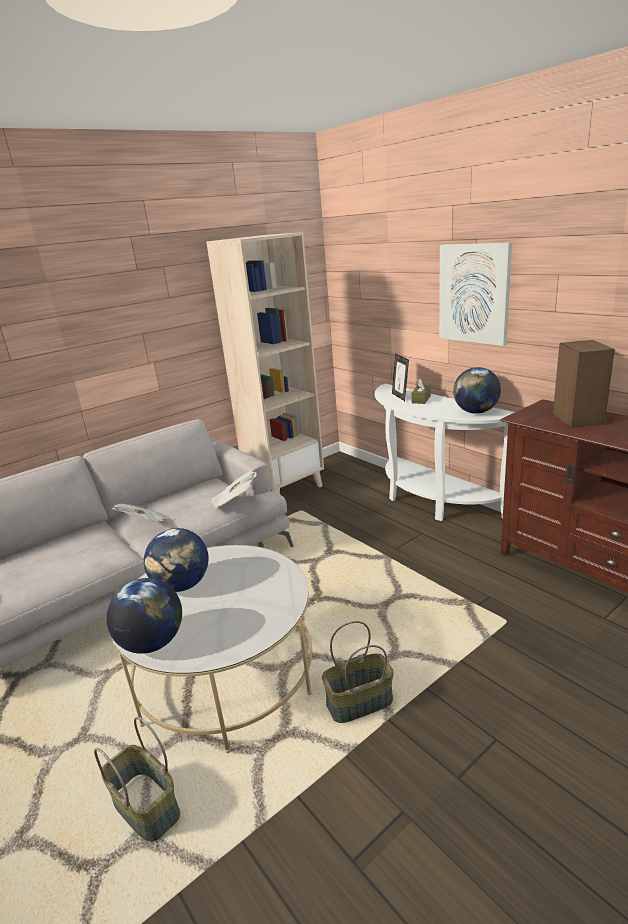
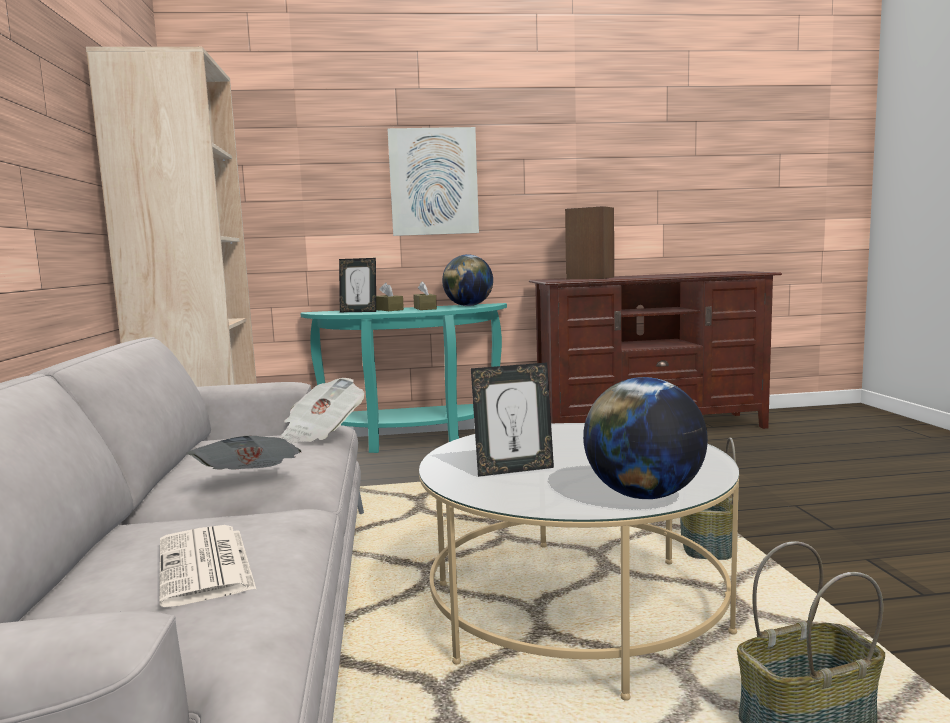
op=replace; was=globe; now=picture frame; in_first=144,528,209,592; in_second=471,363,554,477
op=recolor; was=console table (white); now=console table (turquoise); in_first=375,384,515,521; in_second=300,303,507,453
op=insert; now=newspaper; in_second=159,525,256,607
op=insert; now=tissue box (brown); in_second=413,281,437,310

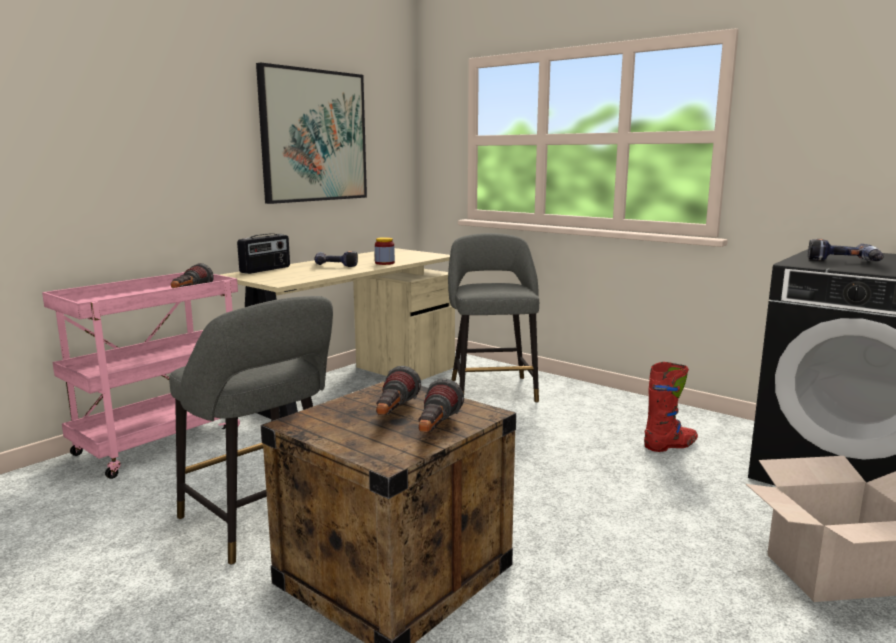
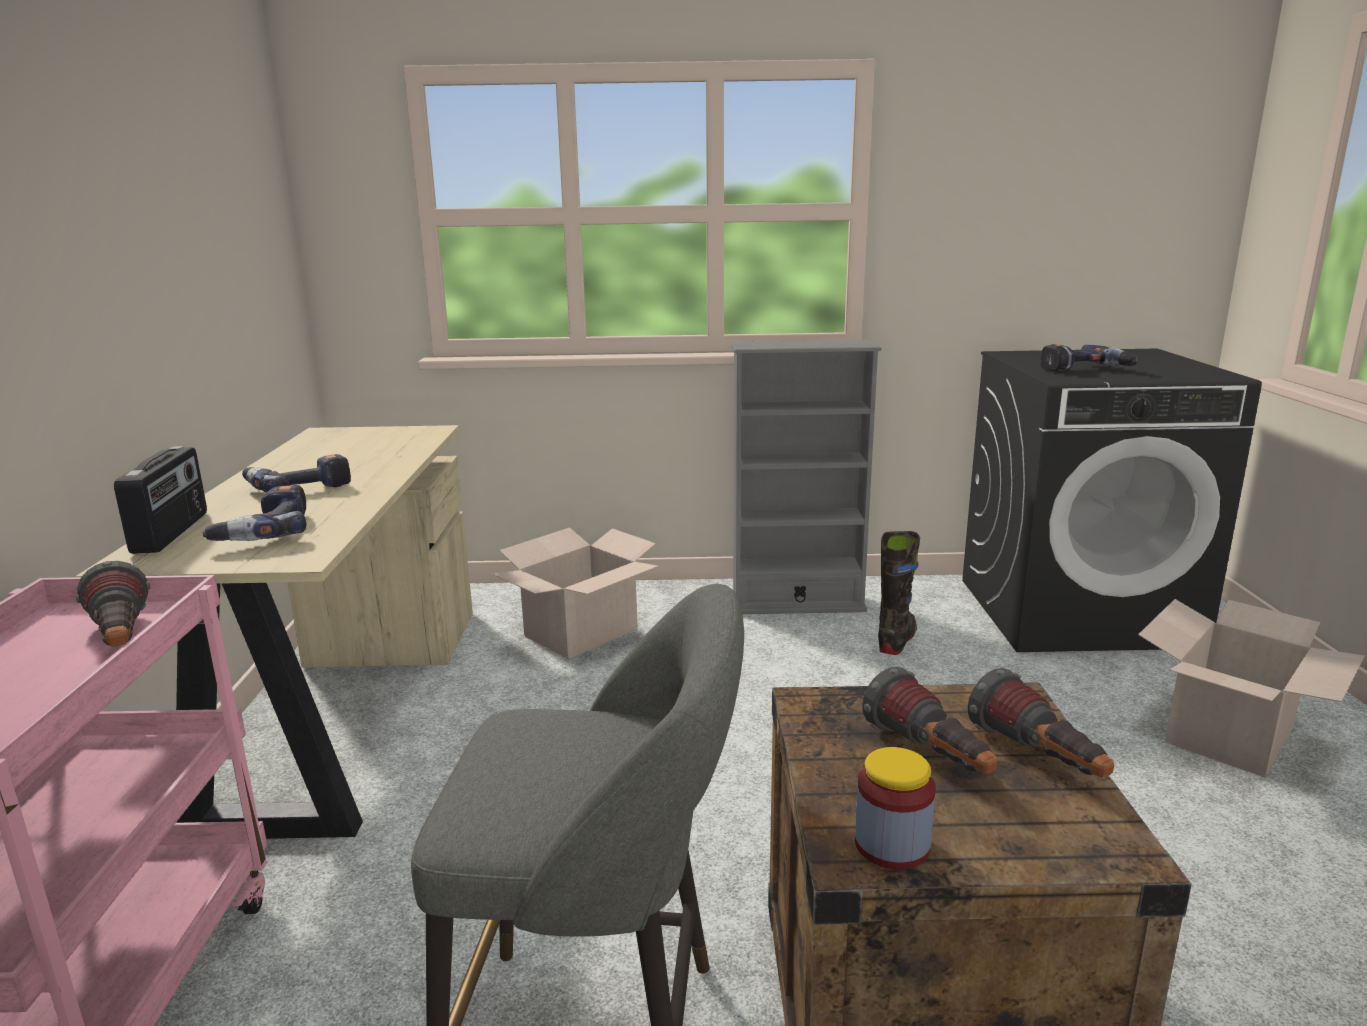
op=delete; was=picture; in_first=256,63,367,204
op=move; was=jar; in_first=375,237,395,265; in_second=855,747,936,869
op=replace; was=stool (grey); now=cardboard box; in_first=448,233,539,403; in_second=492,528,659,659
op=recolor; was=boot (red); now=boot (black); in_first=644,362,698,452; in_second=878,531,920,655
op=insert; now=power drill; in_second=202,485,307,541
op=insert; now=bookcase (grey); in_second=731,340,881,614

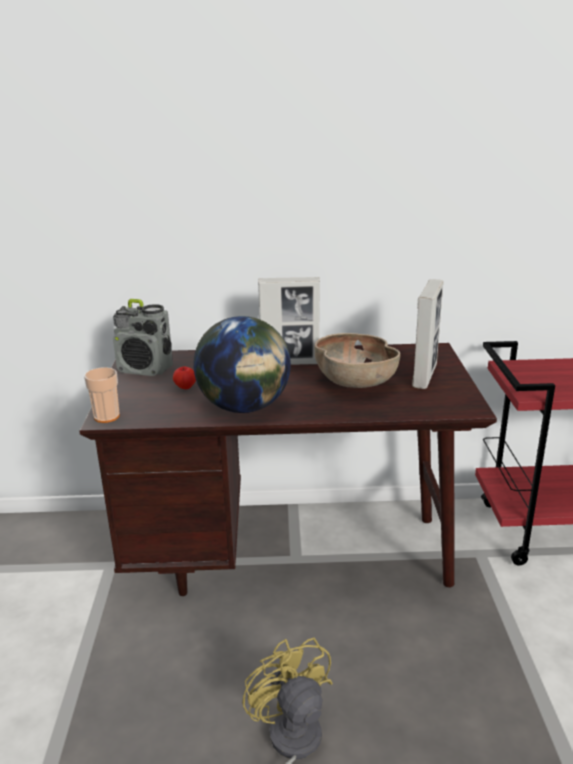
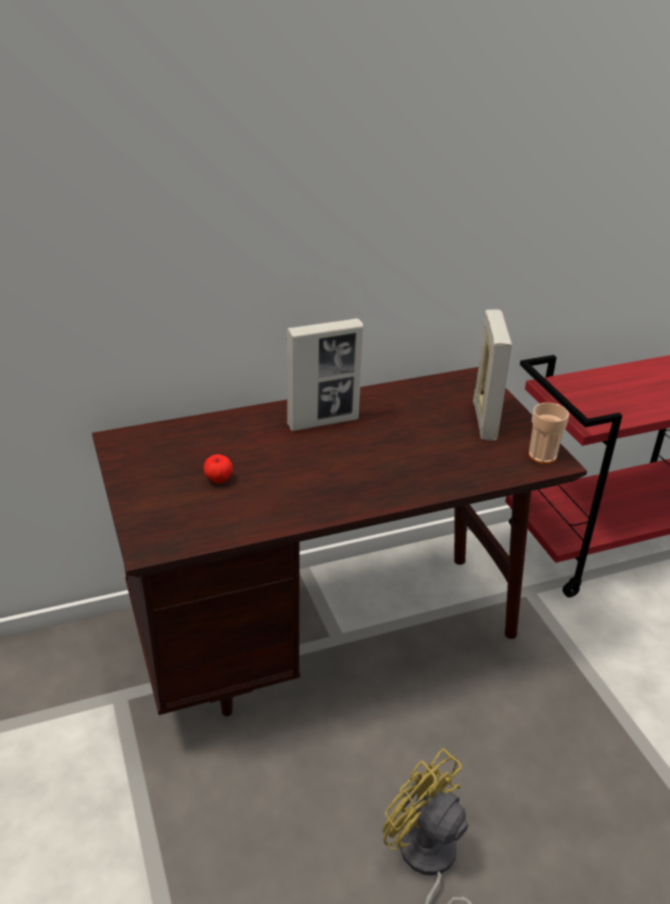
op=move; was=cup; in_first=84,367,120,423; in_second=529,403,569,464
op=delete; was=radio; in_first=113,299,173,376
op=delete; was=globe; in_first=193,316,291,413
op=delete; was=bowl (brown); in_first=314,333,400,388

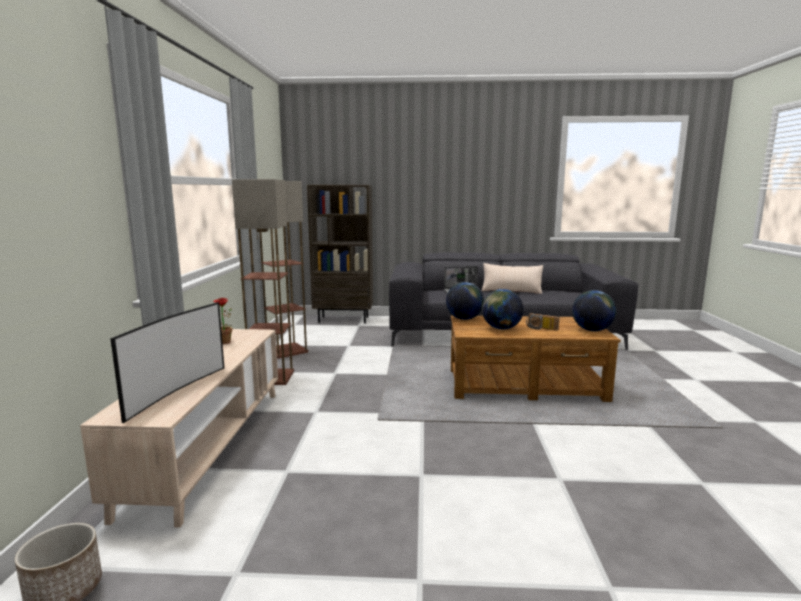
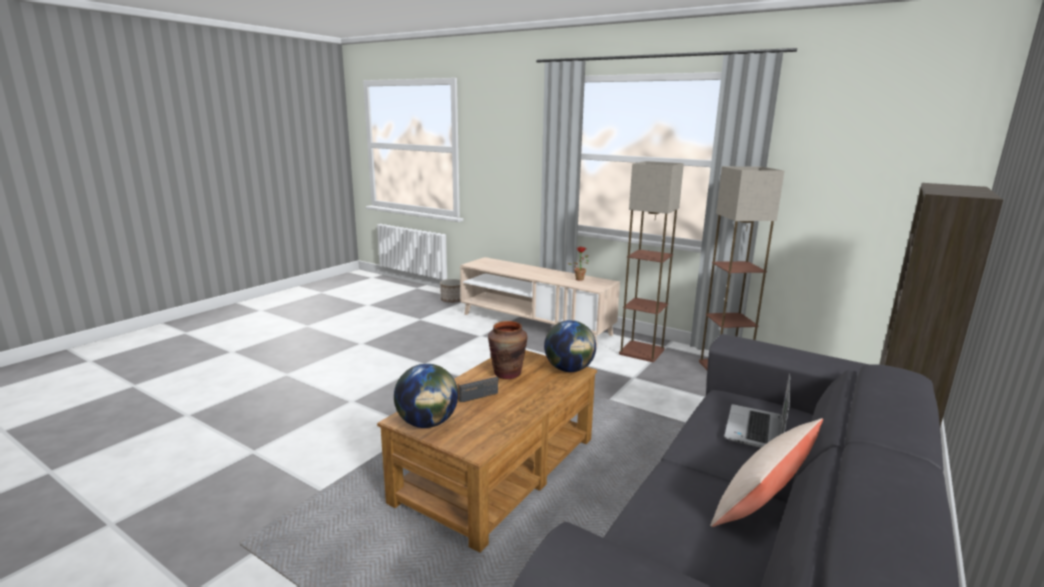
op=delete; was=television; in_first=110,302,224,423
op=replace; was=globe; now=vase (brown); in_first=482,289,524,330; in_second=488,321,527,379

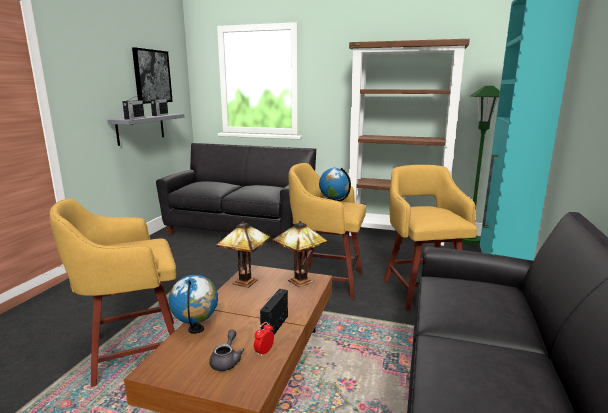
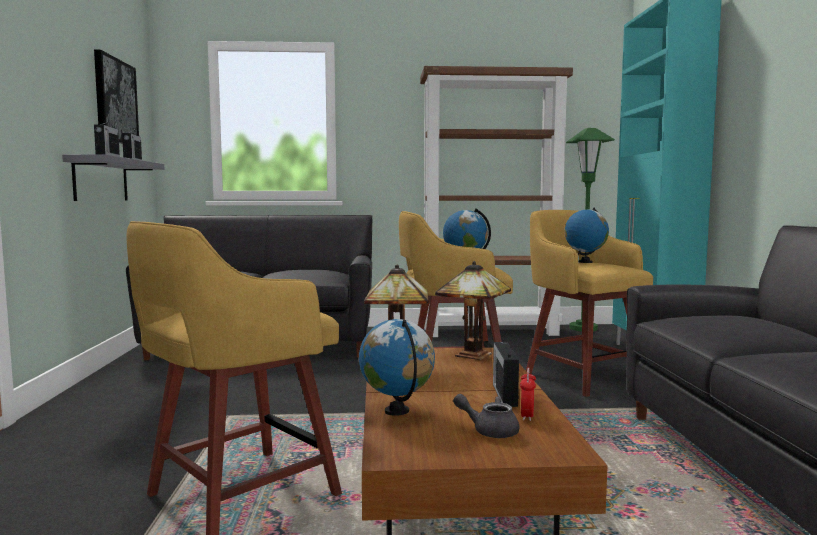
op=rotate; was=teapot (grey); in_first=209,330,245,371; in_second=453,394,520,438; clockwise=-60
op=insert; now=globe; in_second=565,208,609,263

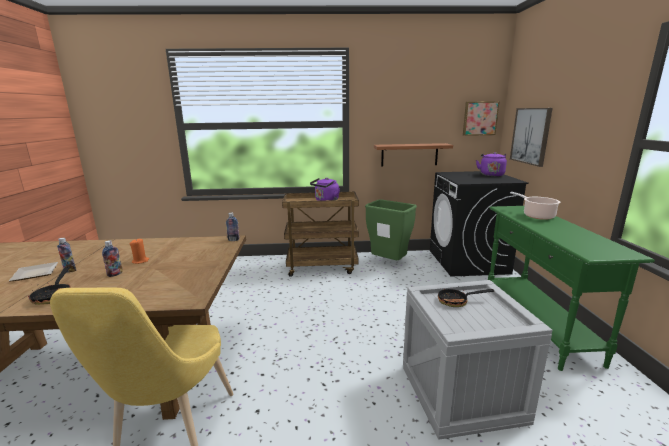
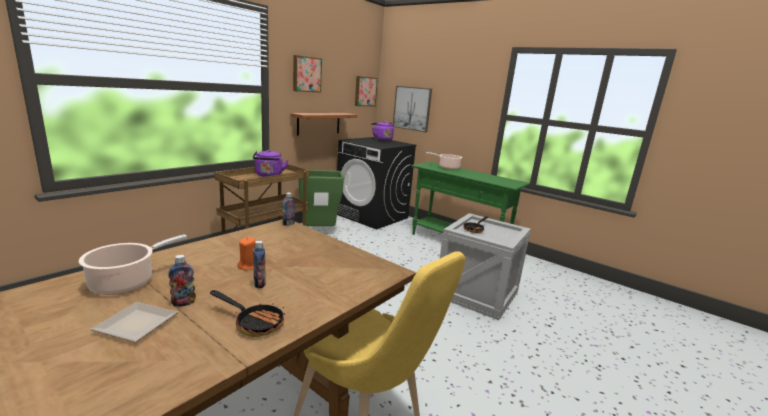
op=insert; now=cooking pot; in_second=79,234,187,295
op=insert; now=picture; in_second=293,55,322,93

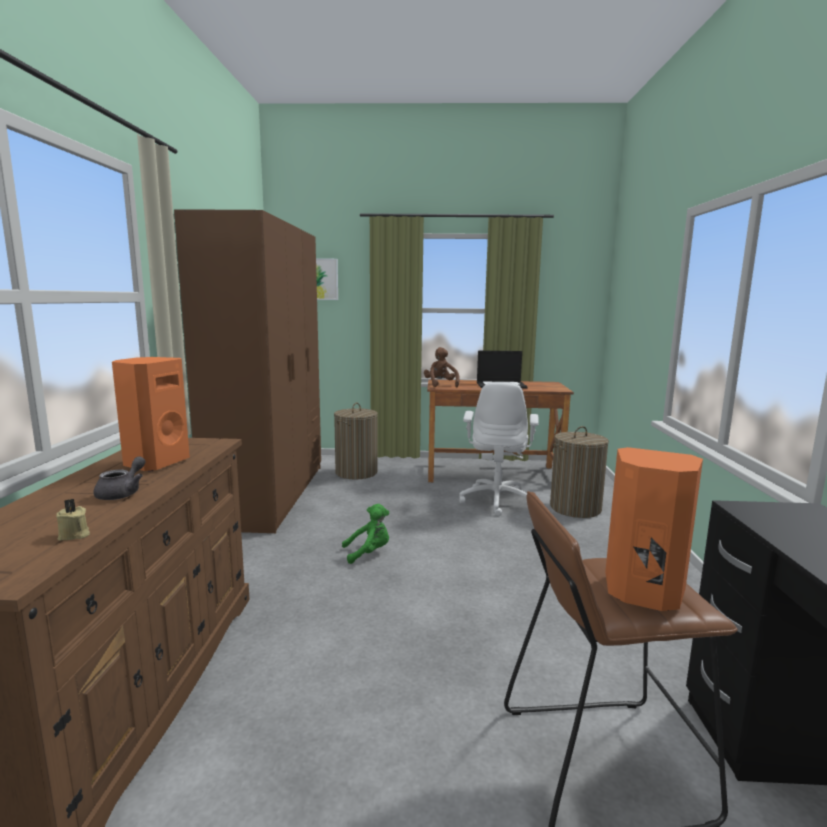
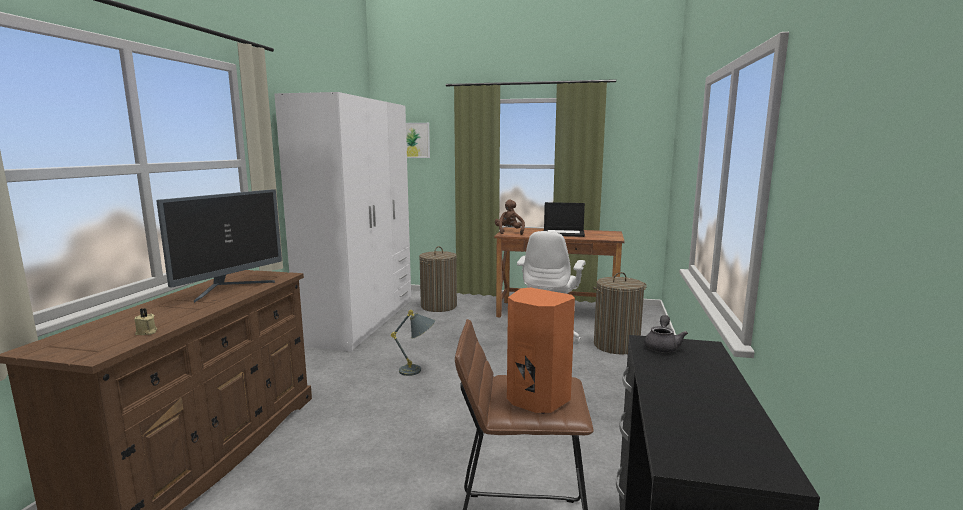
op=move; was=teapot (grey); in_first=94,456,146,500; in_second=644,315,688,353
op=replace; was=speaker (orange); now=monitor; in_first=112,357,190,472; in_second=156,189,282,303
op=recolor; was=wardrobe (brown); now=wardrobe (white); in_first=174,209,321,533; in_second=274,92,411,351
op=replace; was=plush toy (green); now=table lamp (grey); in_first=342,504,389,564; in_second=391,310,435,376

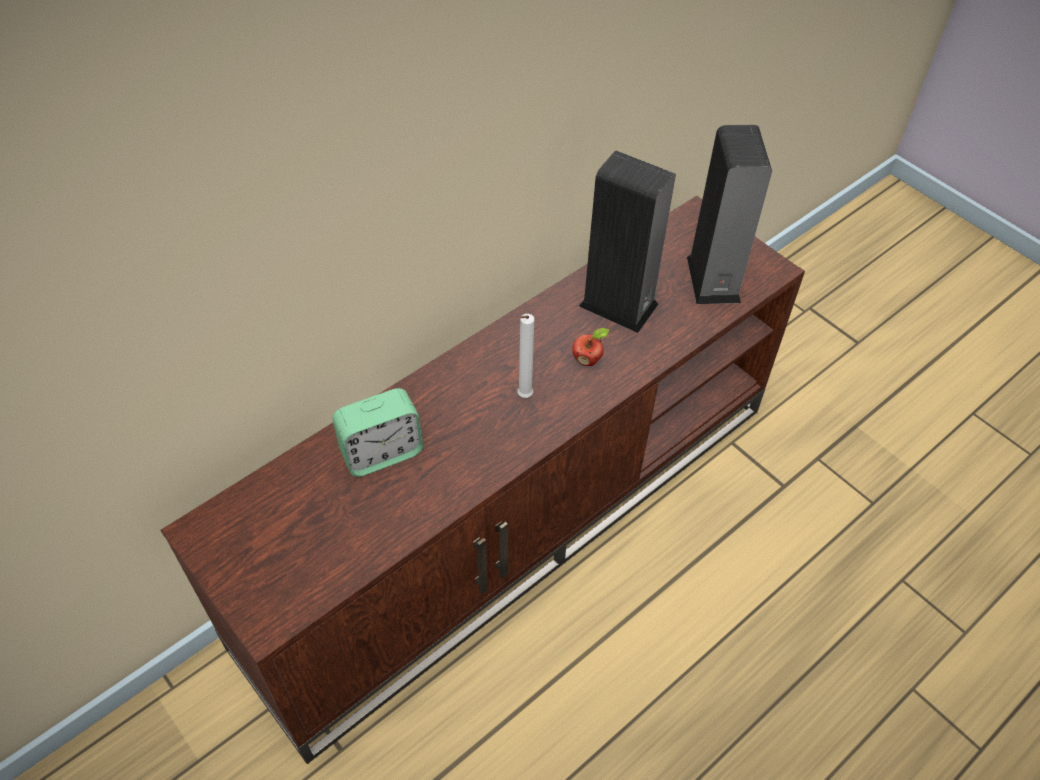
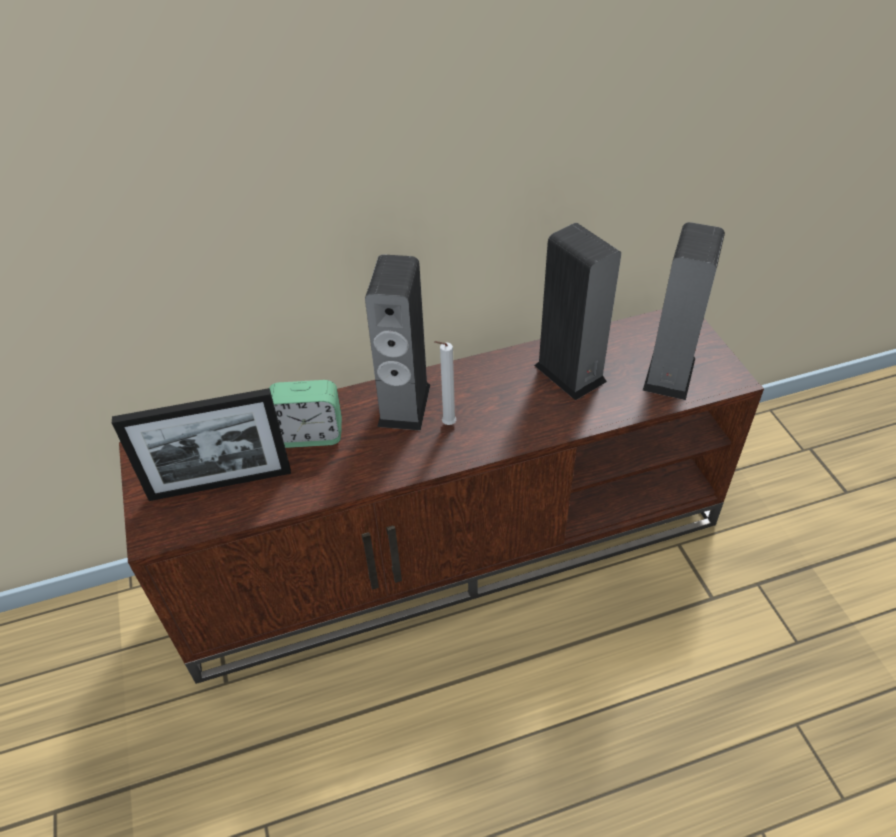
op=delete; was=apple; in_first=572,328,609,366
op=insert; now=picture frame; in_second=112,388,291,501
op=insert; now=speaker; in_second=365,255,430,431

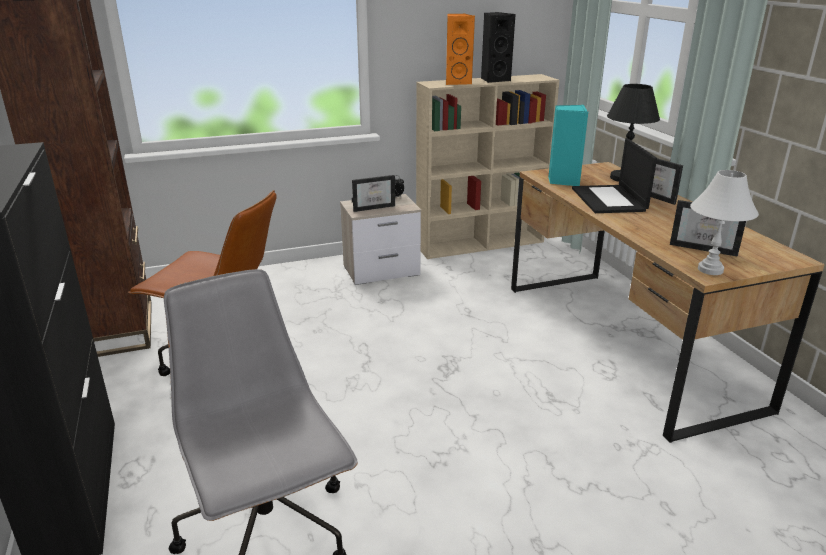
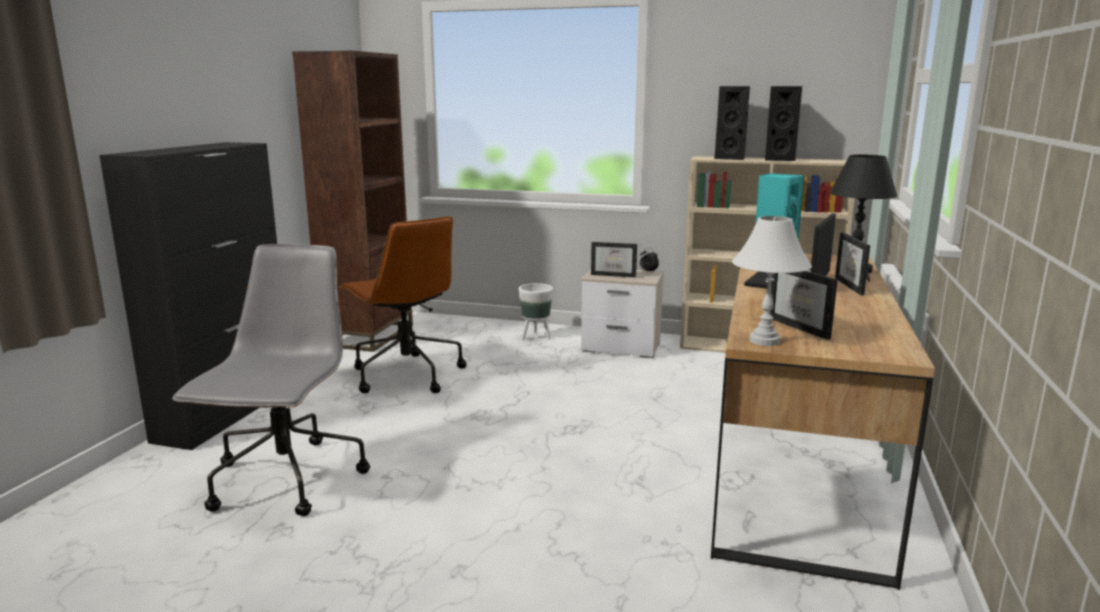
op=recolor; was=speaker (orange); now=speaker (black); in_first=446,14,475,85; in_second=714,86,750,160
op=insert; now=planter (white); in_second=519,283,553,340

